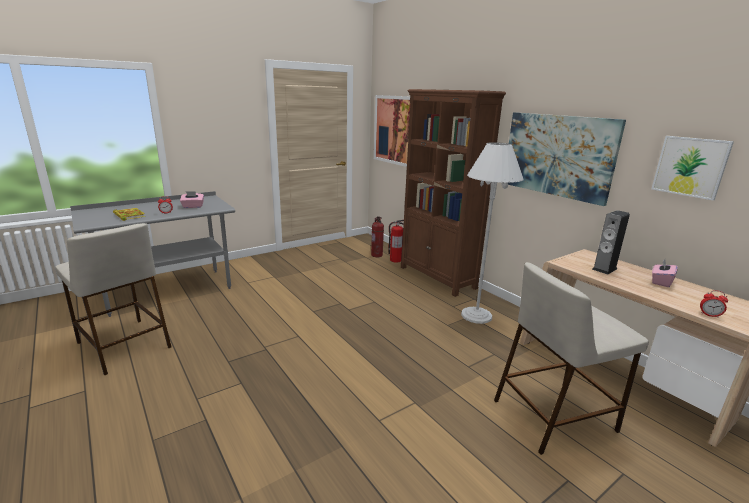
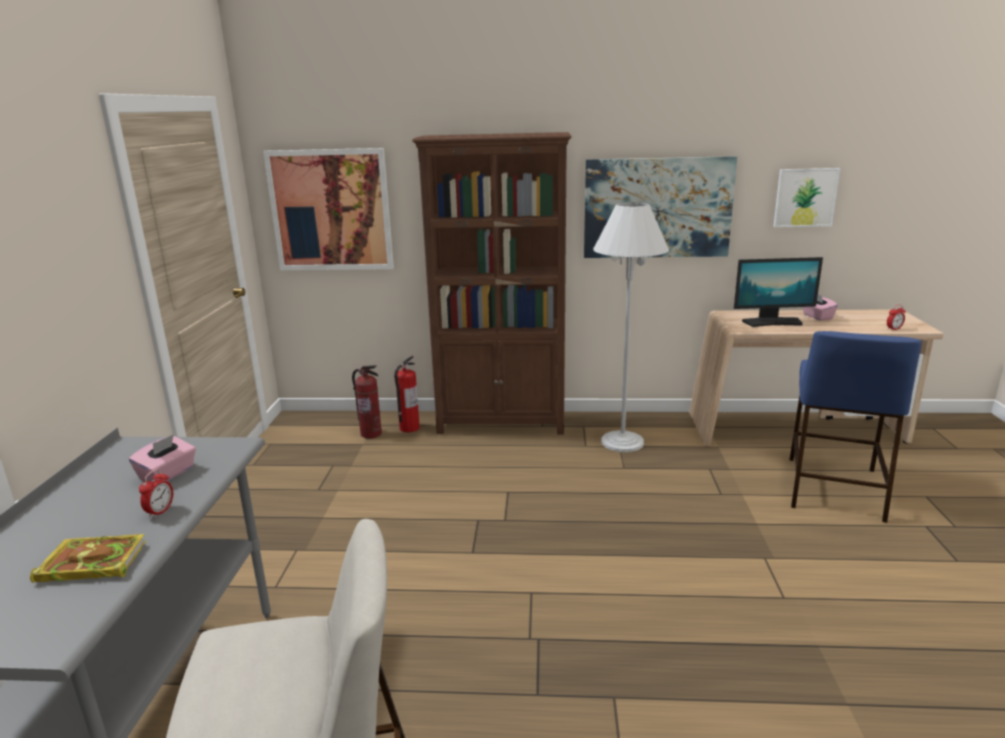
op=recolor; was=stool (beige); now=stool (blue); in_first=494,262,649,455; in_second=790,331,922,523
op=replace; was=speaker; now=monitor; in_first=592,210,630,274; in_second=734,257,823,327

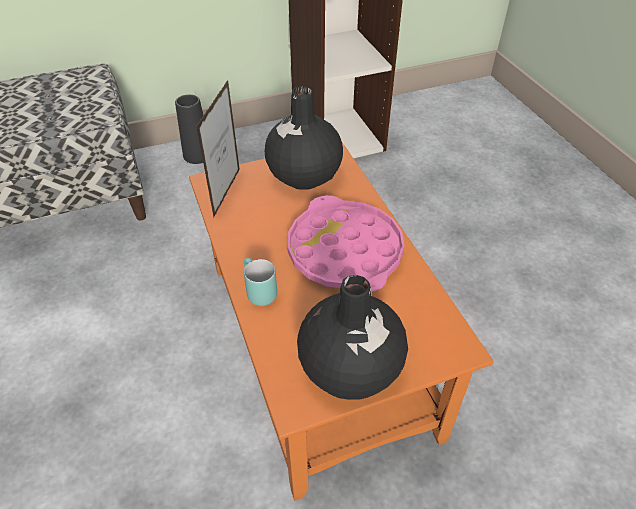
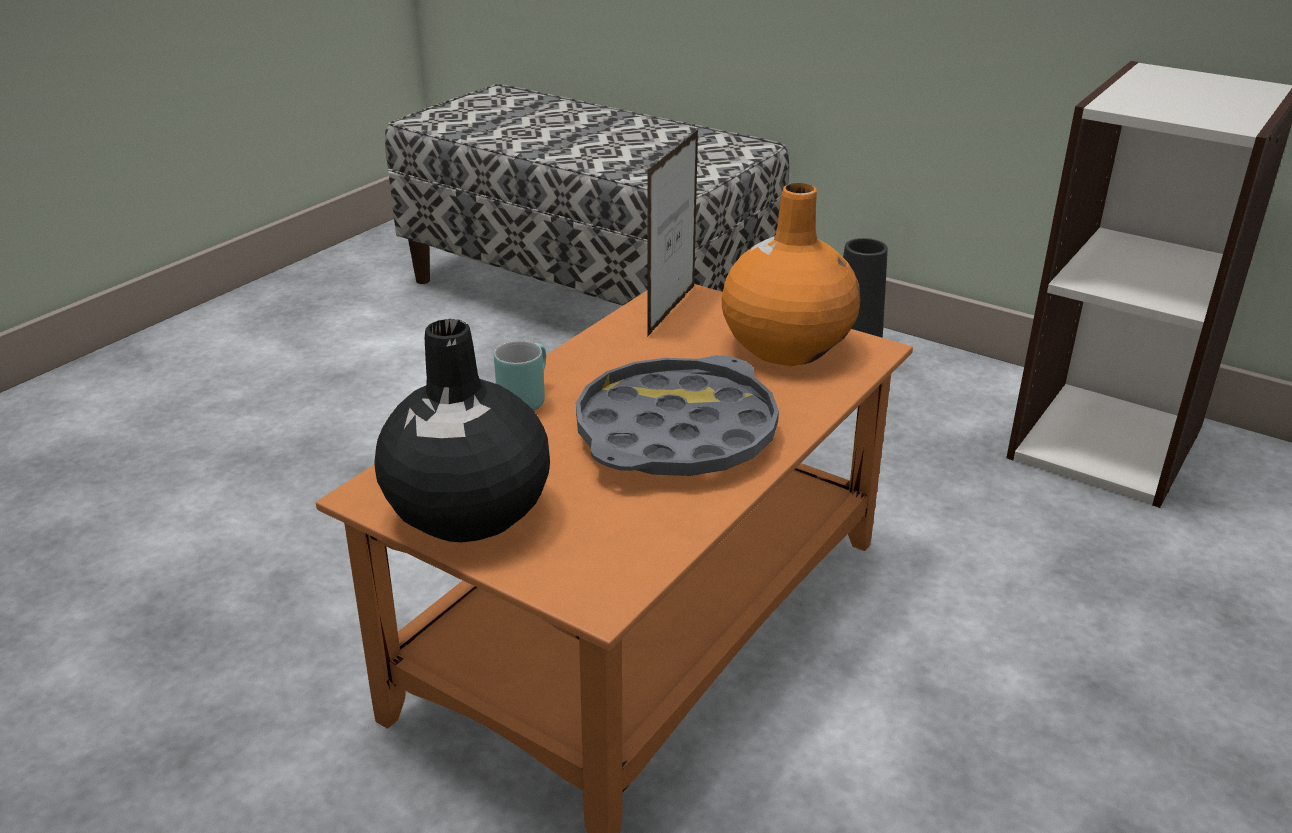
op=rotate; was=picture frame; in_first=196,80,240,217; in_second=647,129,698,337; clockwise=135
op=recolor; was=vase (black); now=vase (orange); in_first=265,86,343,189; in_second=722,183,861,366
op=recolor; was=tray (pink); now=tray (grey); in_first=287,195,405,292; in_second=576,355,779,476

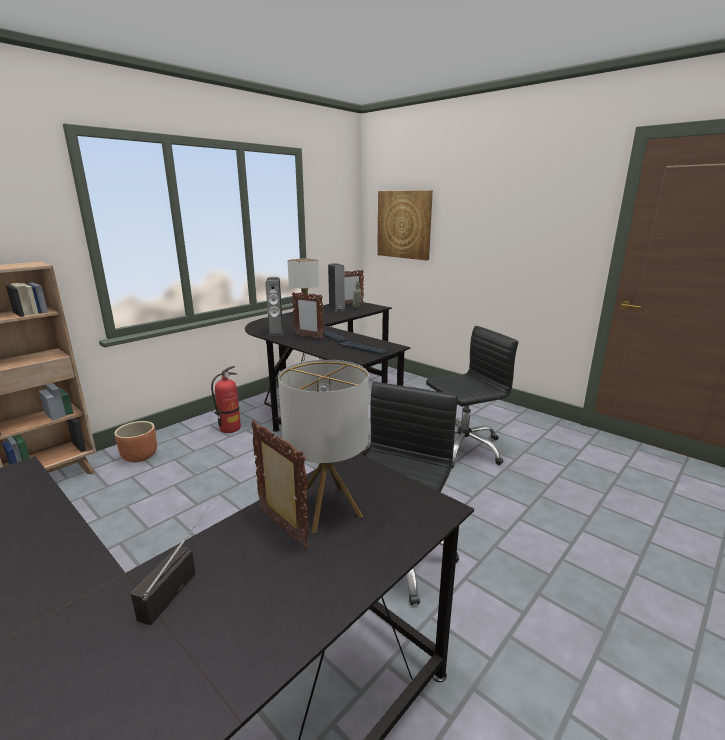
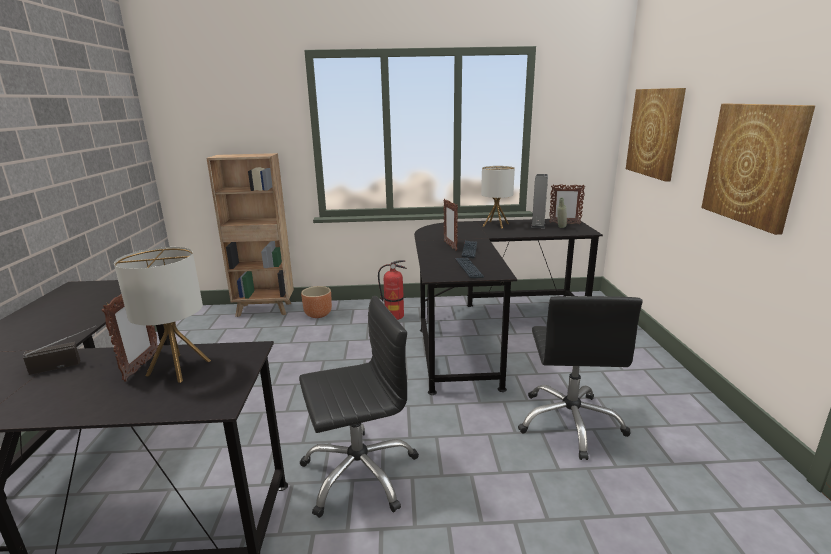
op=delete; was=speaker; in_first=266,277,284,336
op=rotate; was=office chair (black); in_first=426,326,518,469; in_second=518,296,643,460; clockwise=75
op=insert; now=picture; in_second=701,104,815,235

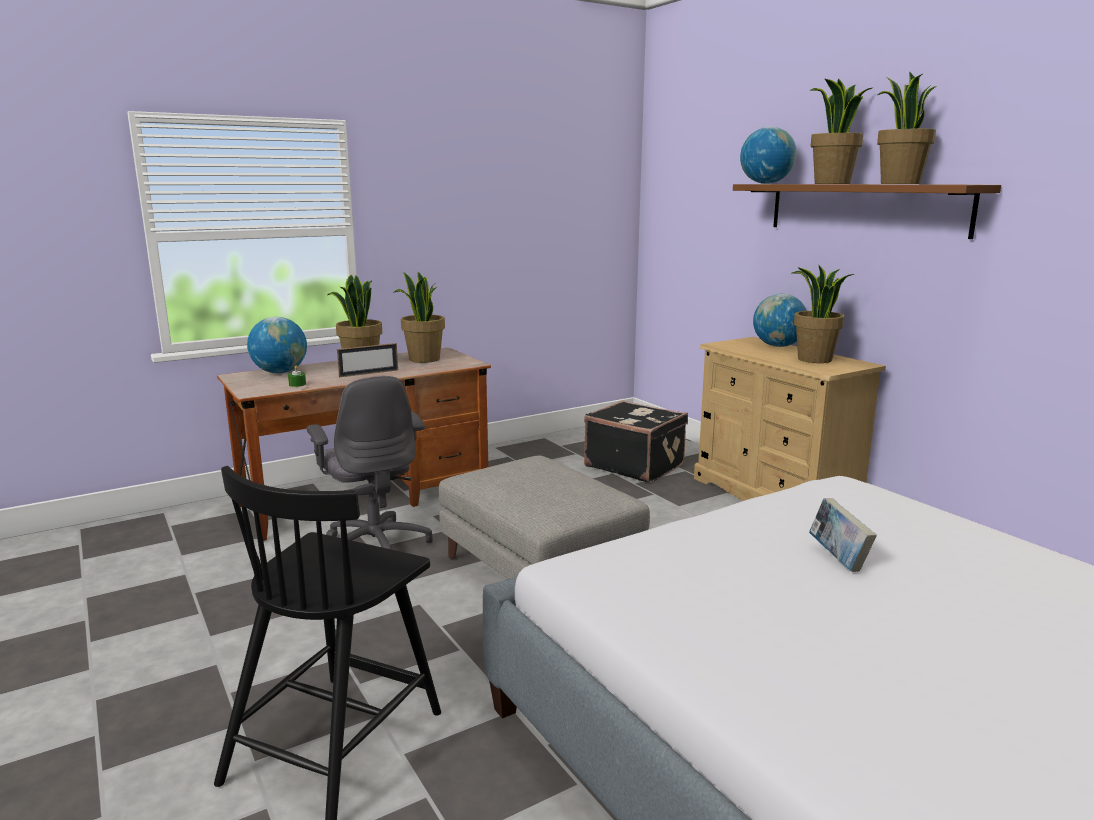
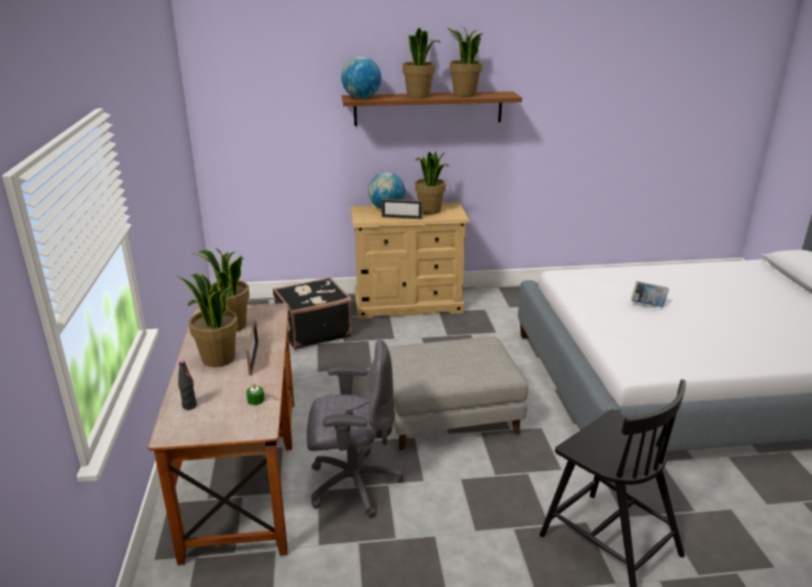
op=replace; was=globe; now=bottle (black); in_first=247,317,307,373; in_second=178,361,197,410
op=insert; now=picture frame; in_second=381,199,422,219

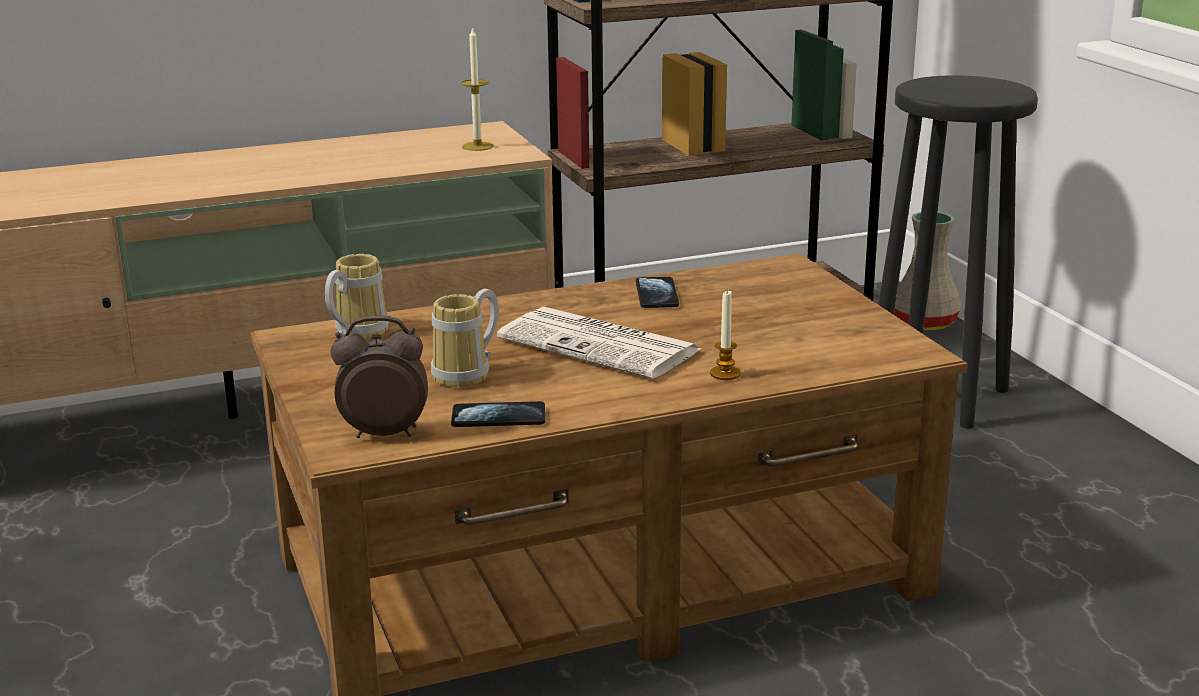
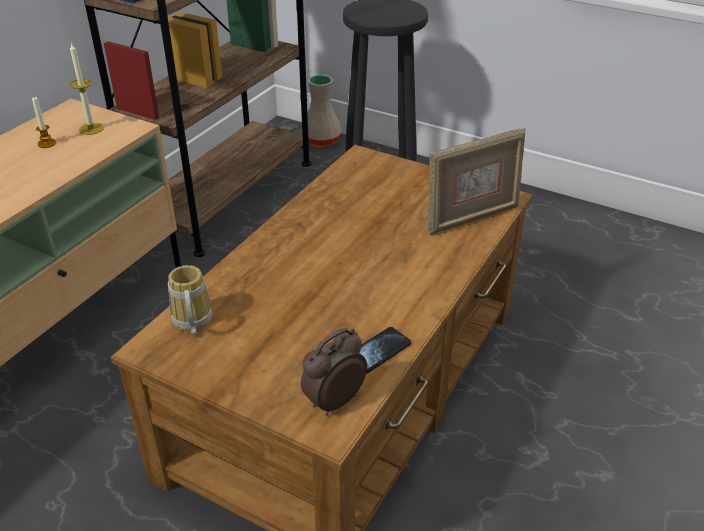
op=delete; was=mug; in_first=431,289,499,387
op=delete; was=newspaper; in_first=497,307,701,379
op=delete; was=phone; in_first=636,277,679,308
op=move; was=candle; in_first=710,289,740,380; in_second=32,97,56,148
op=insert; now=picture frame; in_second=428,128,526,235

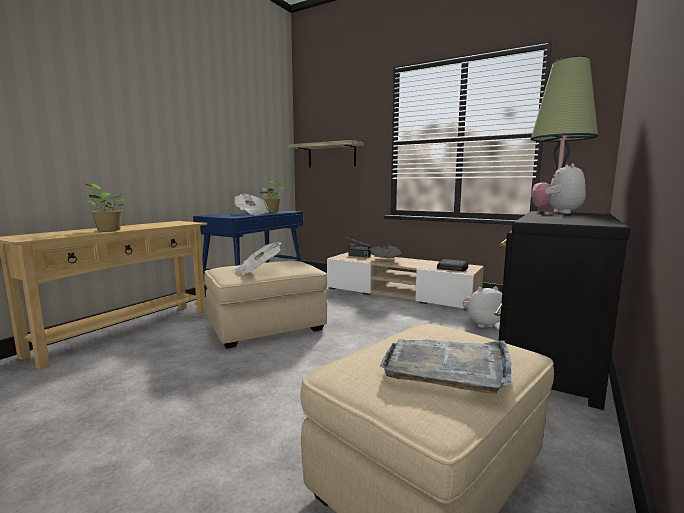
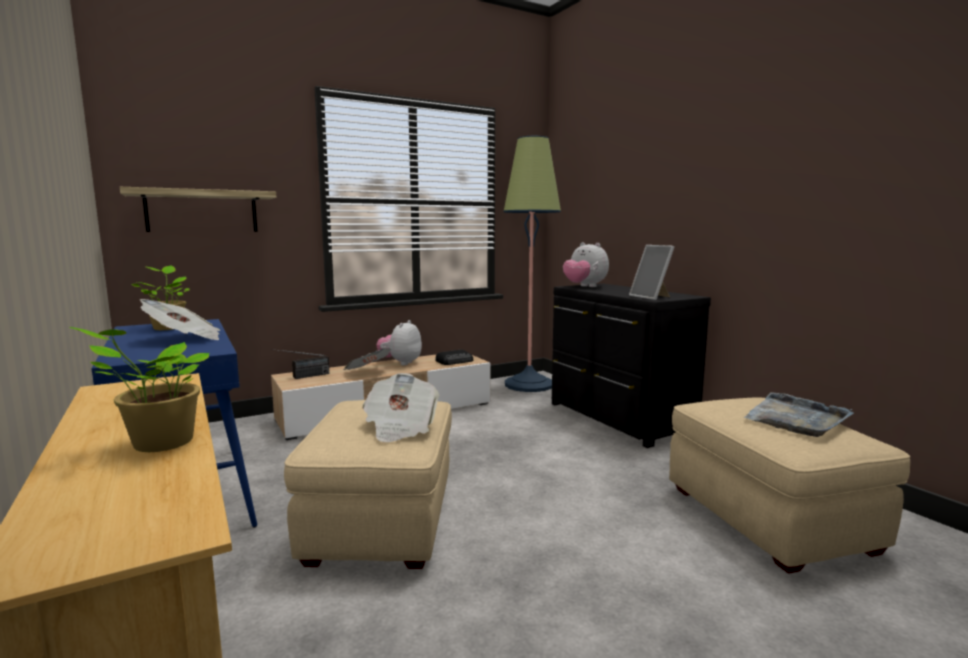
op=move; was=plush toy; in_first=463,286,502,328; in_second=376,320,422,366
op=insert; now=picture frame; in_second=629,245,674,300

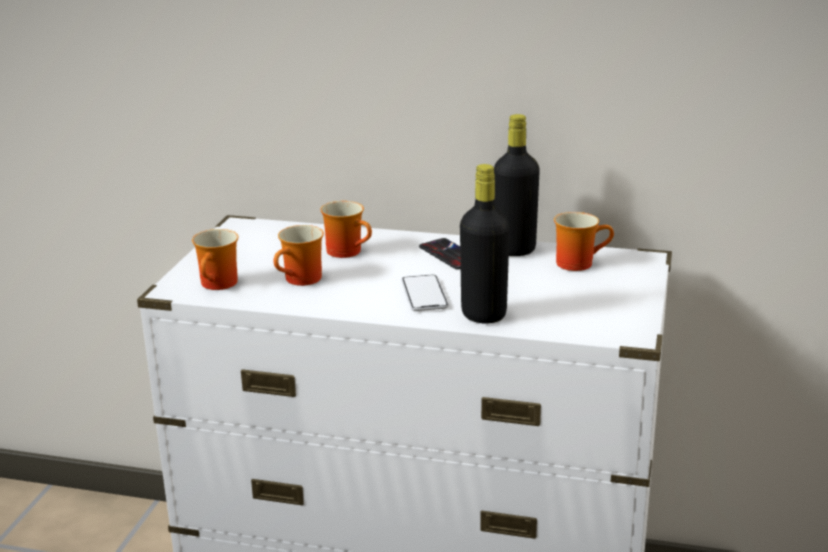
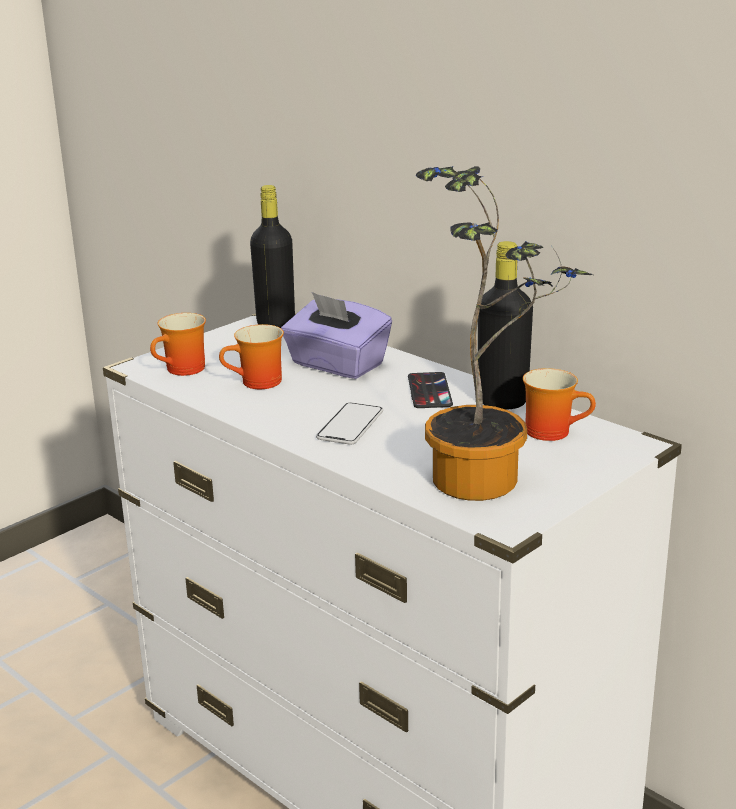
op=replace; was=mug; now=tissue box (purple); in_first=320,201,372,258; in_second=281,292,392,379
op=move; was=bottle (black); in_first=460,164,510,324; in_second=250,185,295,328
op=insert; now=potted plant; in_second=416,166,593,501

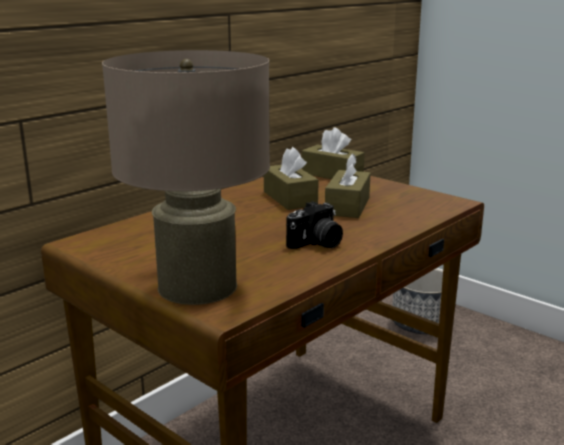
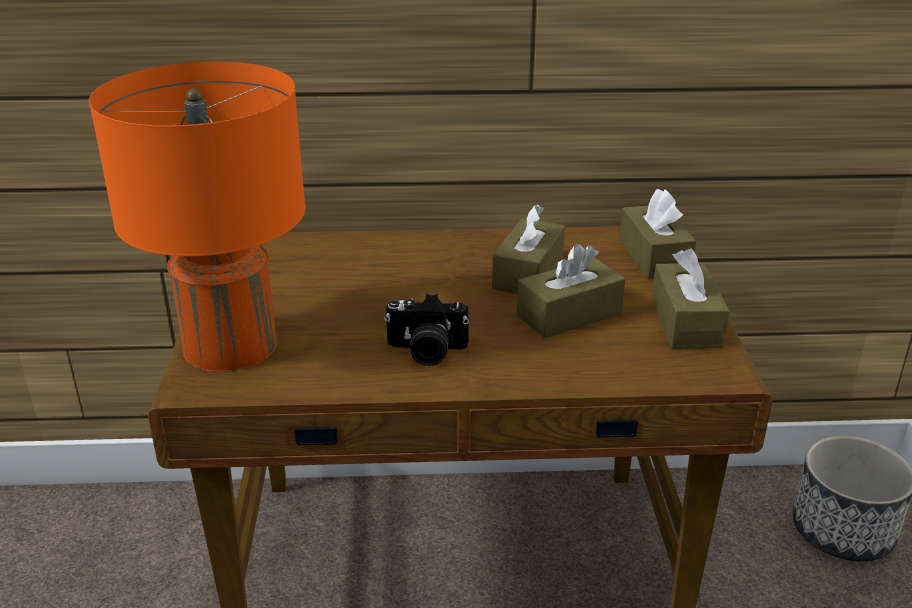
op=recolor; was=table lamp (beige); now=table lamp (orange); in_first=102,50,270,305; in_second=89,61,306,372
op=insert; now=tissue box (brown); in_second=652,248,730,349

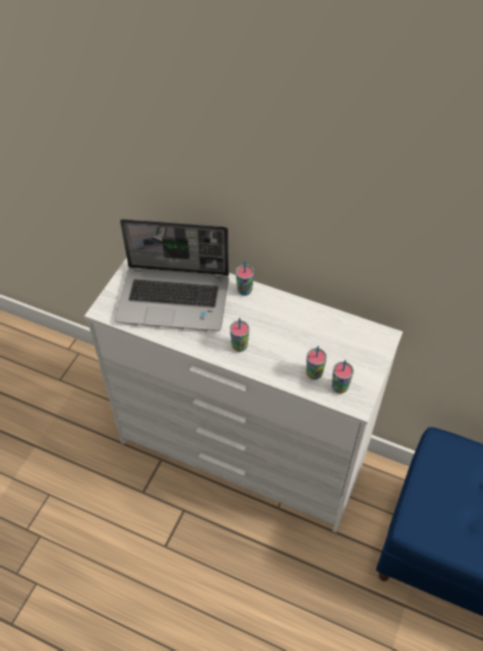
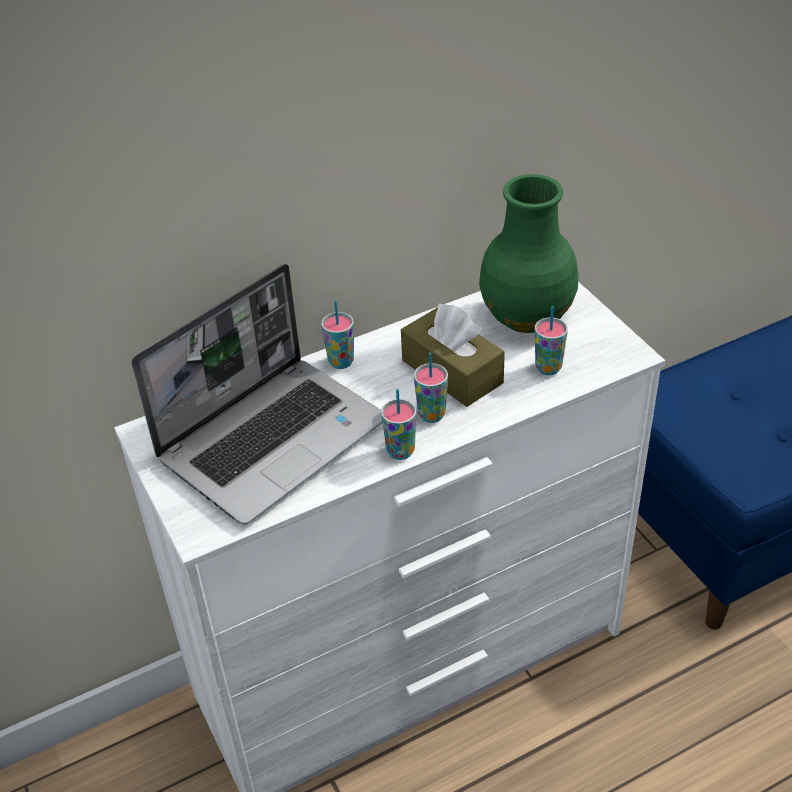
op=move; was=cup; in_first=332,360,354,394; in_second=381,389,416,460
op=insert; now=tissue box (brown); in_second=401,304,505,407
op=insert; now=vase (green); in_second=479,174,578,333

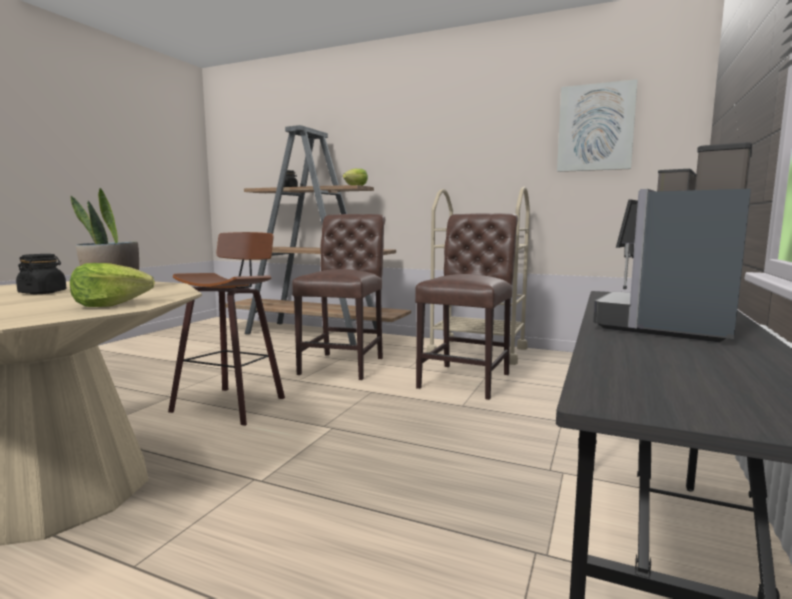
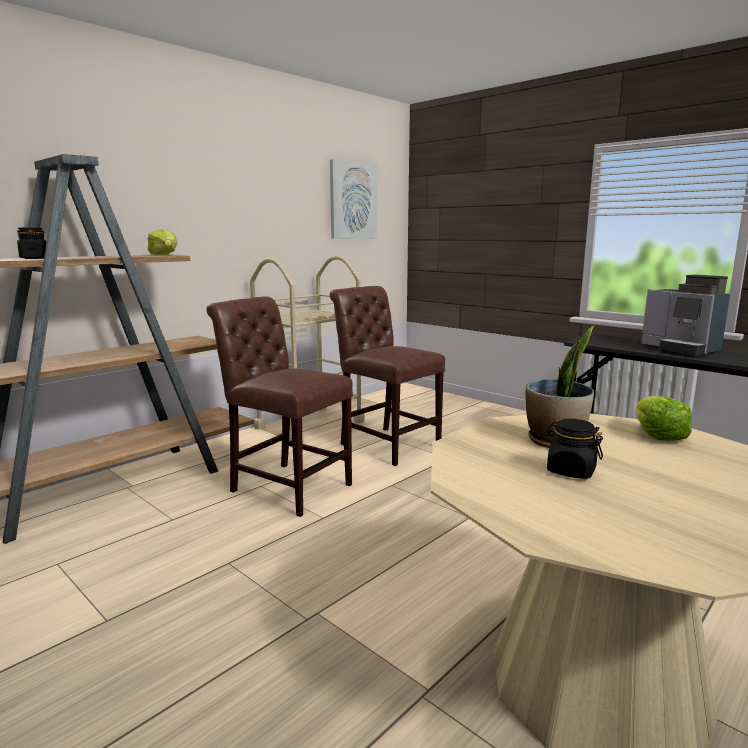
op=delete; was=stool; in_first=168,232,285,426

